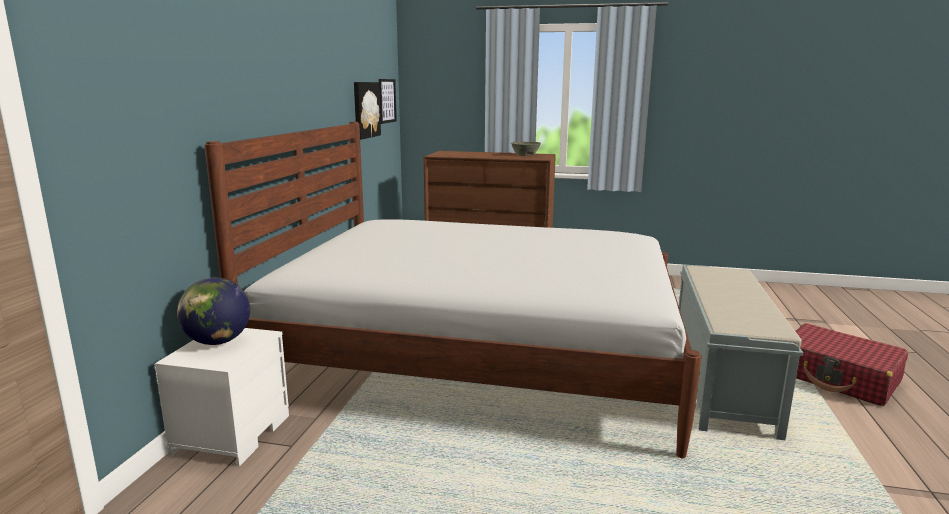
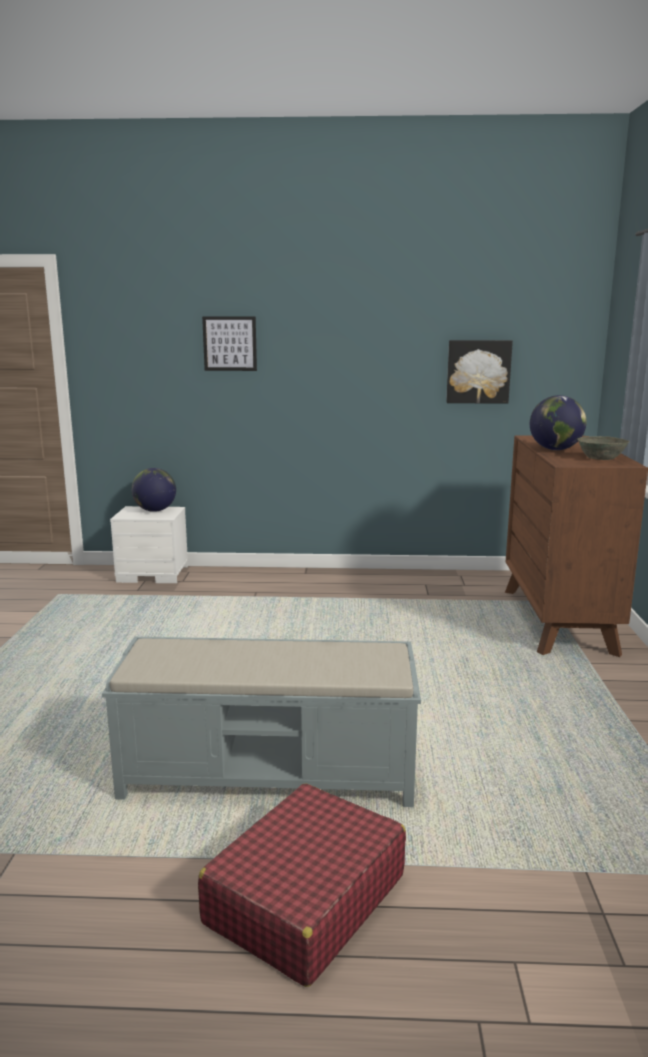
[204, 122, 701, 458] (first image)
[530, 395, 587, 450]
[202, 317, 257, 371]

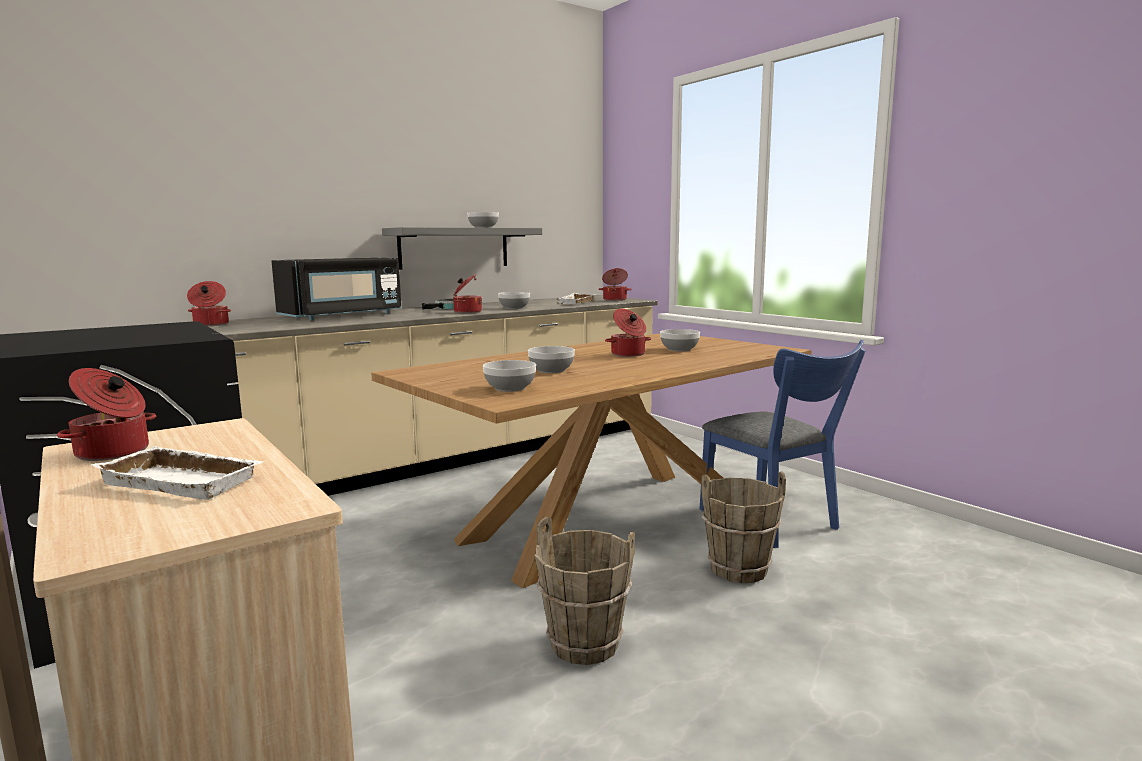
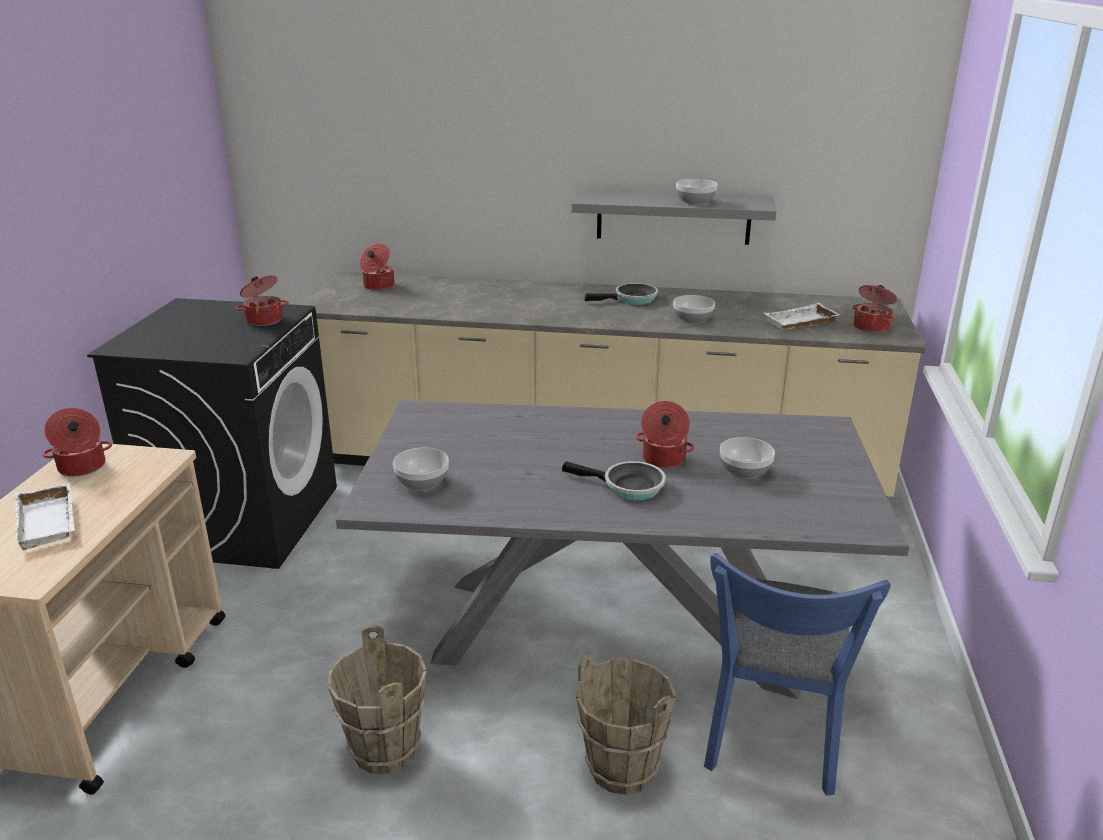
[272, 258, 402, 320] (first image)
[528, 346, 575, 373] (first image)
[562, 461, 666, 501]
[236, 276, 289, 326]
[336, 400, 909, 699]

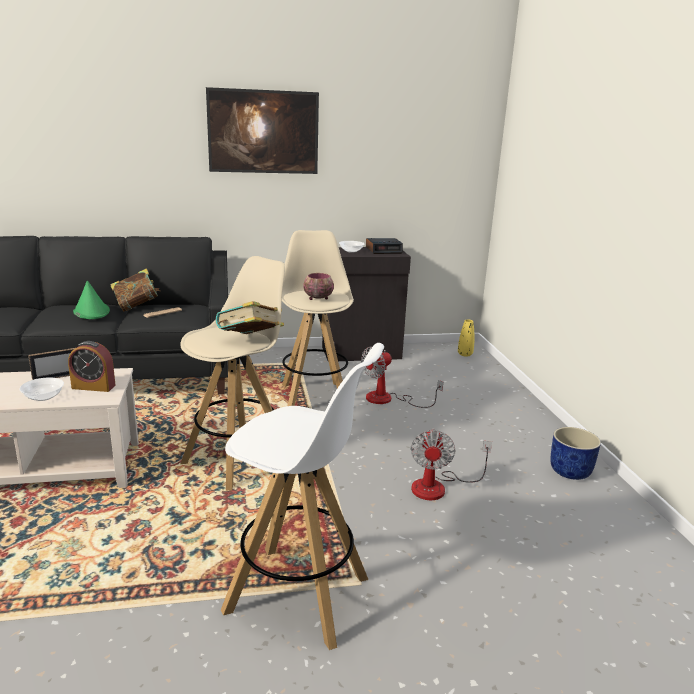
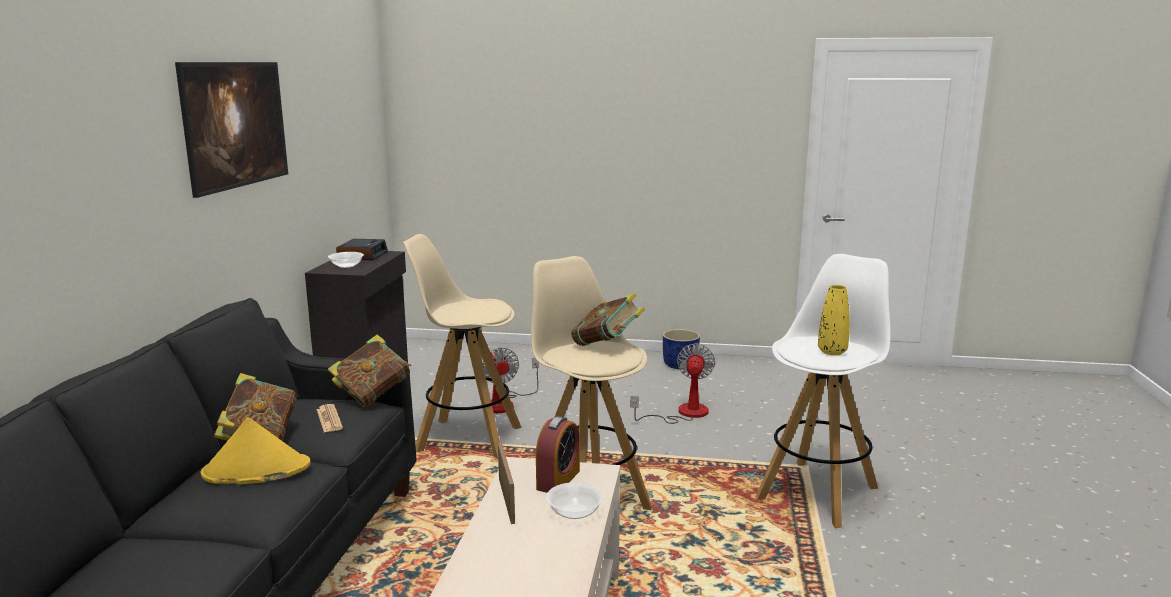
[303, 273, 334, 300] (first image)
[328, 335, 411, 407]
[818, 285, 850, 355]
[201, 417, 311, 484]
[630, 343, 715, 424]

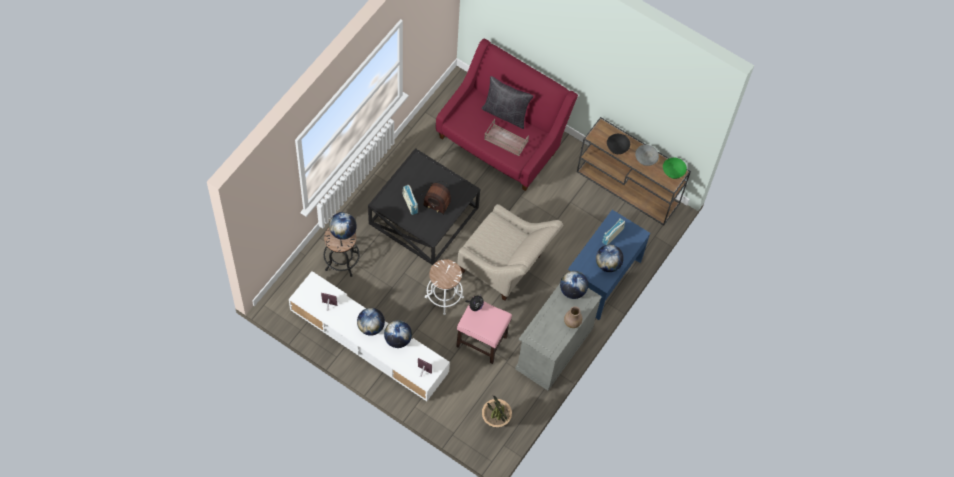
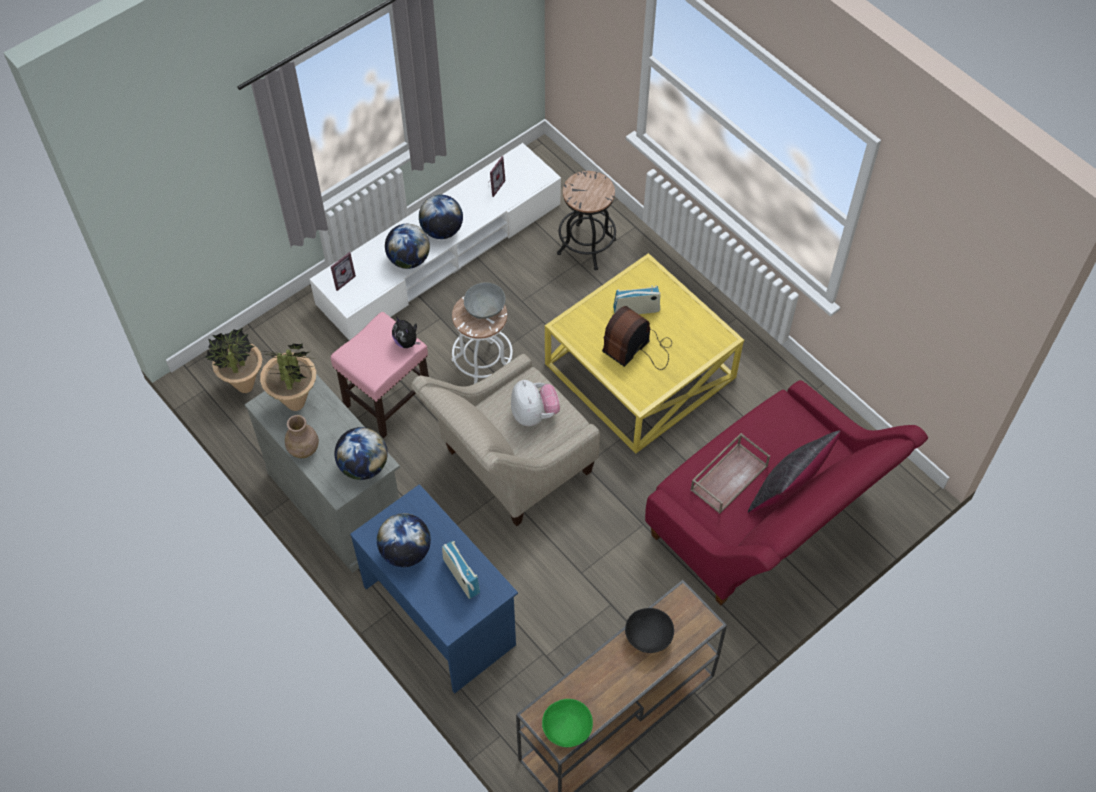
[329, 212, 357, 240] (first image)
[260, 343, 316, 411]
[511, 380, 560, 426]
[464, 282, 506, 319]
[545, 253, 744, 453]

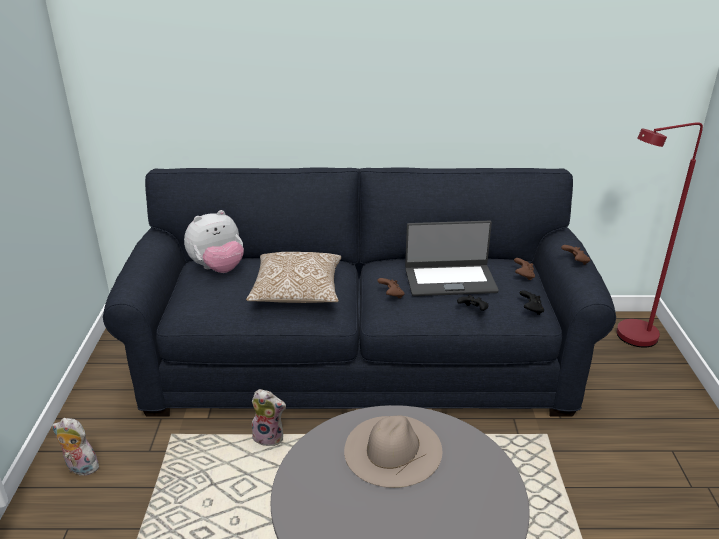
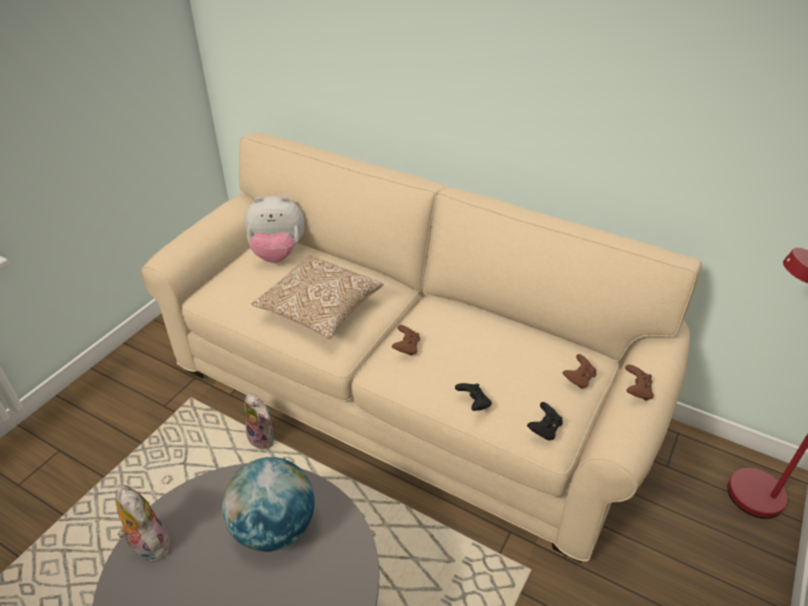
[405, 221, 499, 296] (first image)
[116, 485, 170, 562]
[222, 457, 315, 552]
[141, 132, 702, 563]

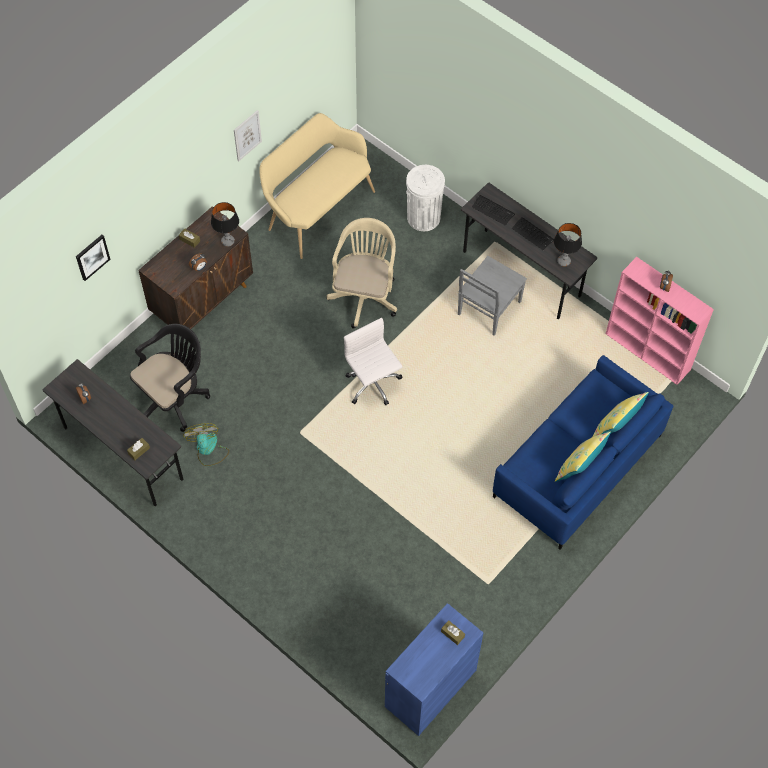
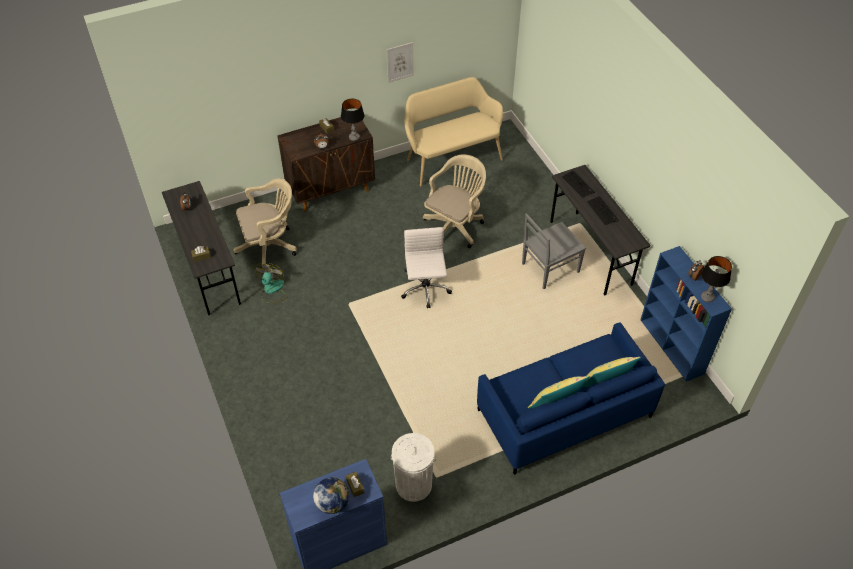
[76, 235, 111, 281] (first image)
[313, 477, 350, 514]
[391, 433, 436, 502]
[701, 256, 732, 302]
[234, 178, 297, 269]
[640, 246, 732, 382]

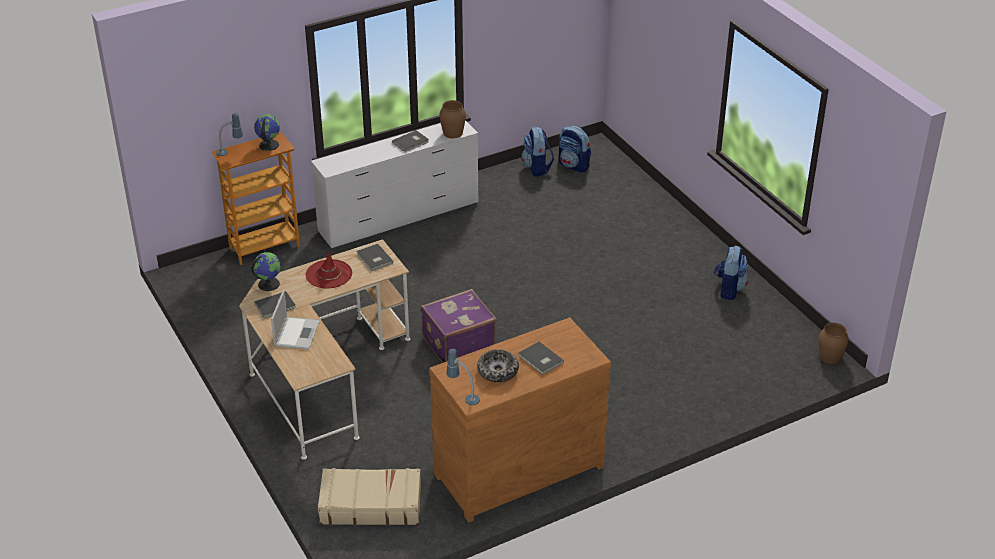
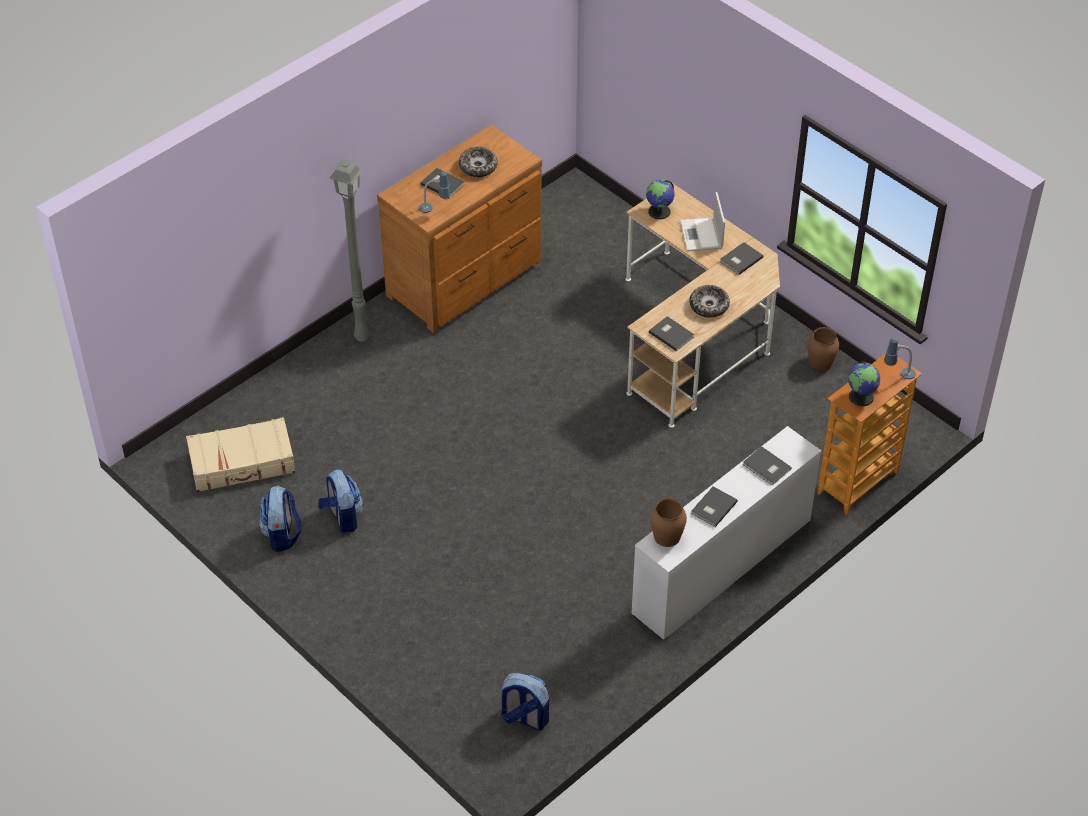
[421, 289, 496, 363] (first image)
[329, 159, 369, 341]
[743, 446, 792, 486]
[646, 179, 675, 219]
[186, 417, 295, 492]
[419, 171, 451, 213]
[318, 470, 363, 533]
[808, 327, 839, 371]
[689, 285, 730, 318]

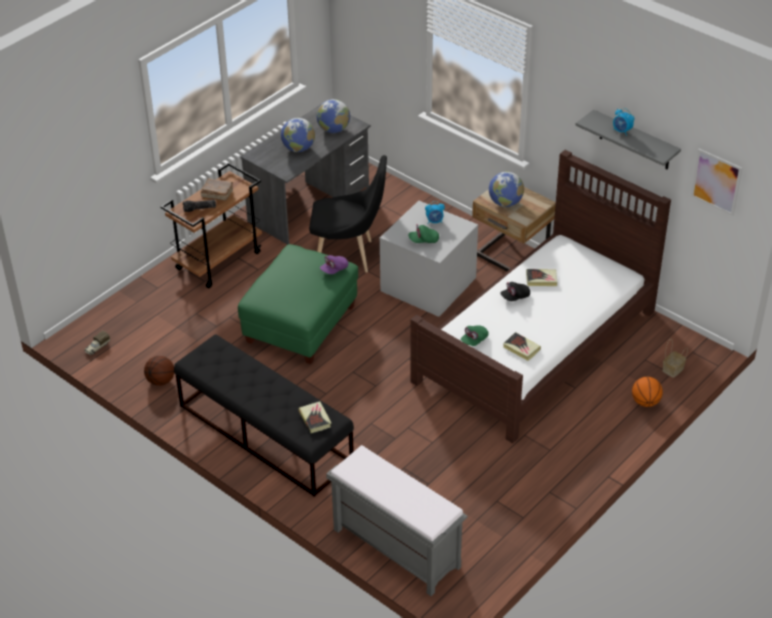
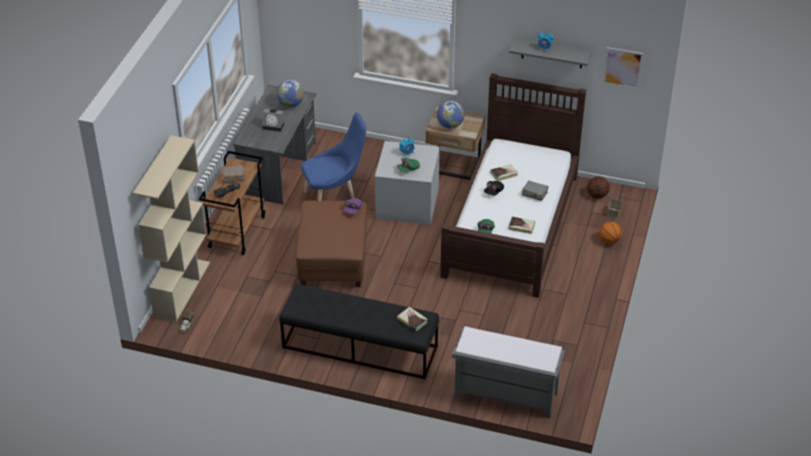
[133, 135, 210, 322]
[522, 181, 549, 201]
[587, 176, 610, 198]
[262, 109, 284, 132]
[296, 200, 367, 287]
[301, 112, 366, 201]

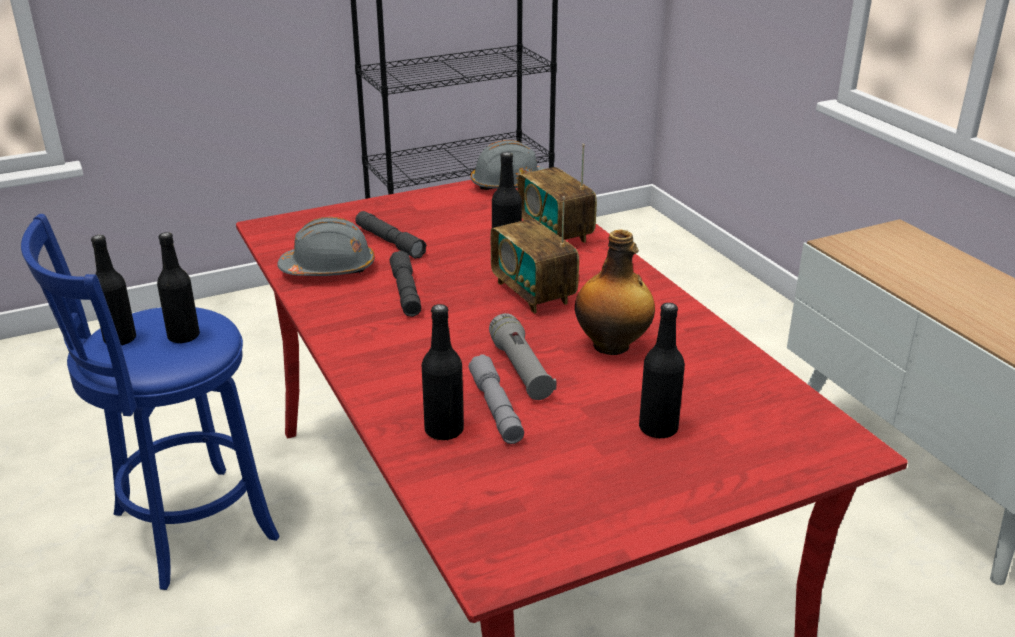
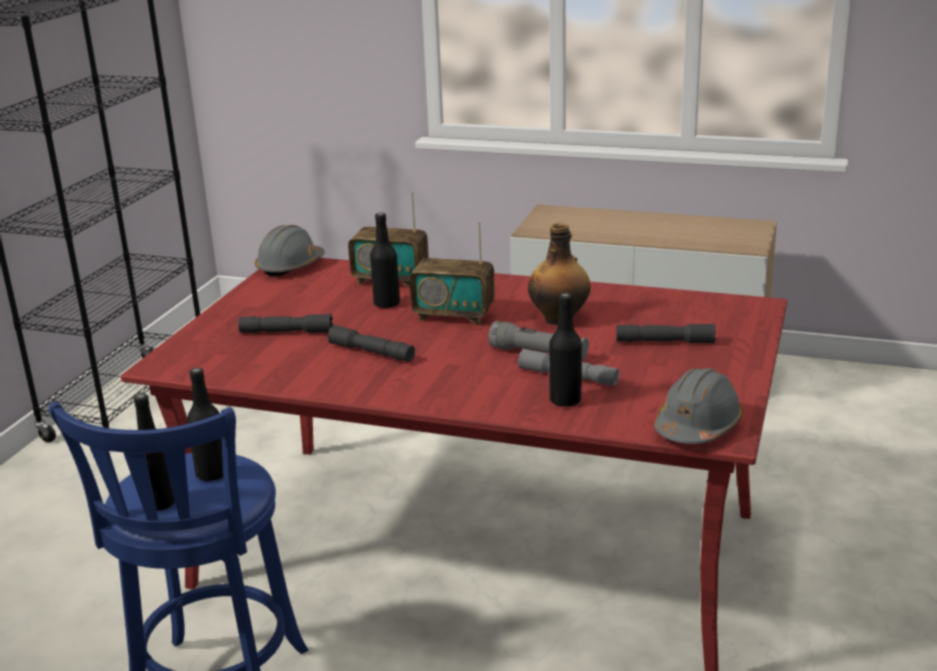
[654, 368, 743, 444]
[616, 324, 716, 344]

